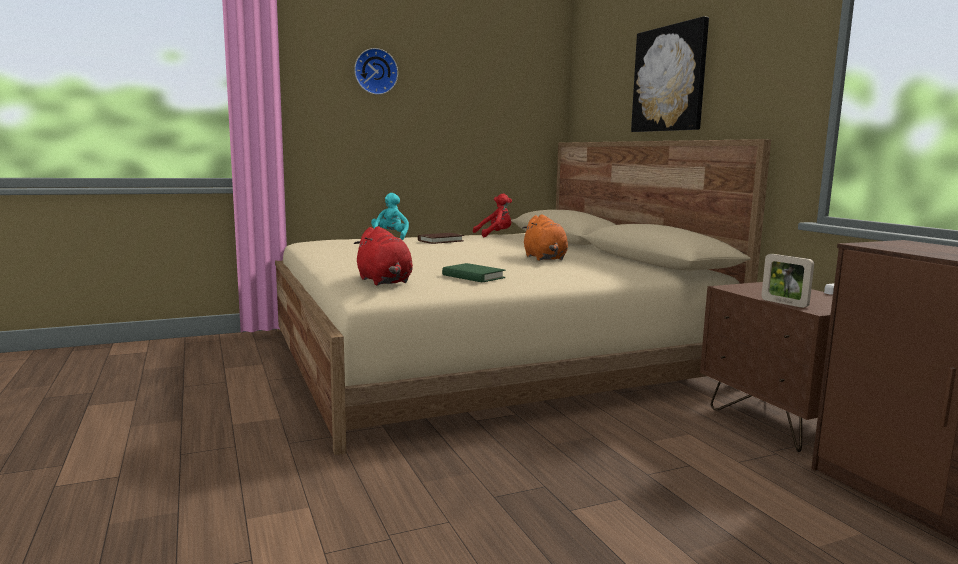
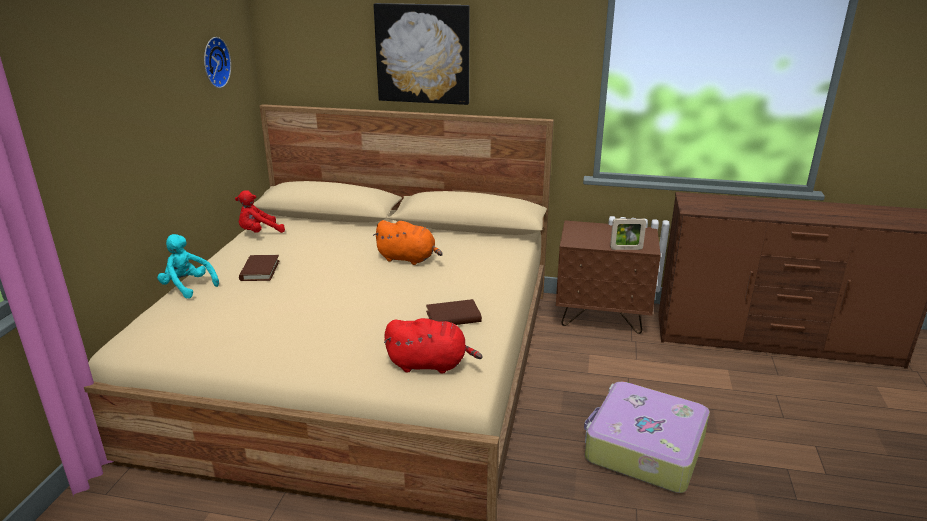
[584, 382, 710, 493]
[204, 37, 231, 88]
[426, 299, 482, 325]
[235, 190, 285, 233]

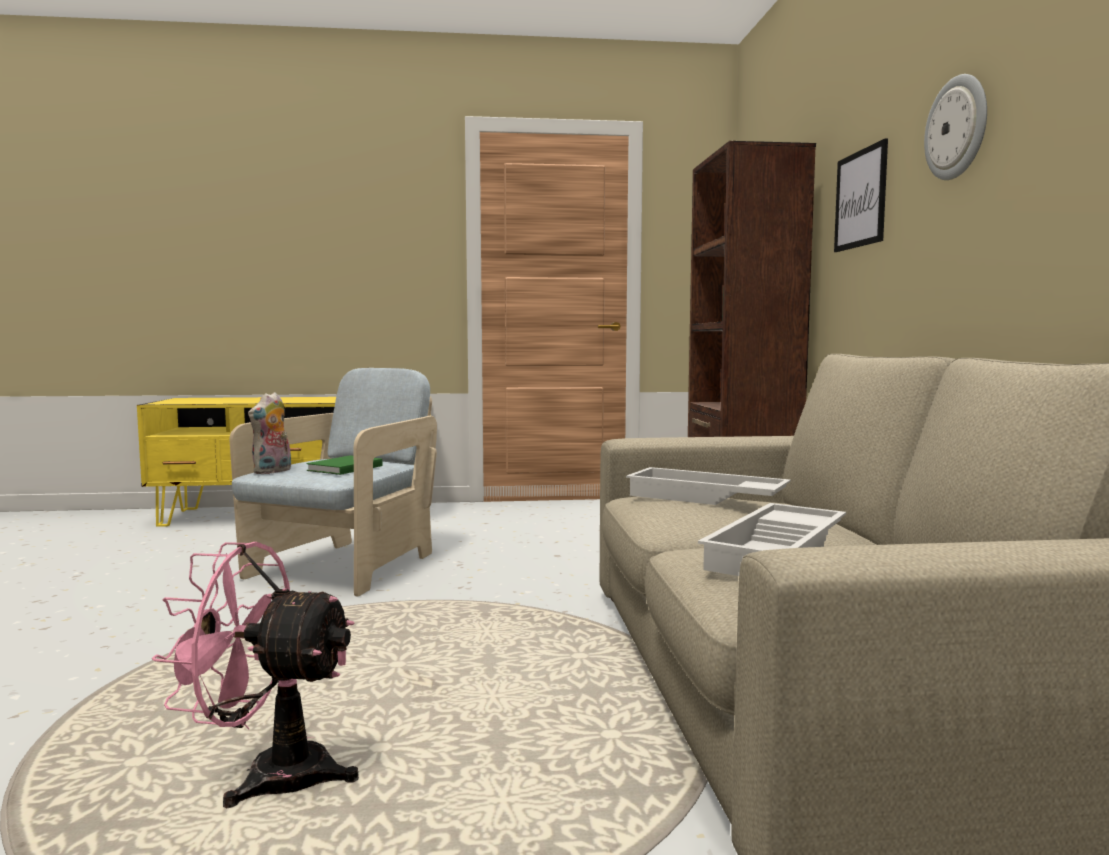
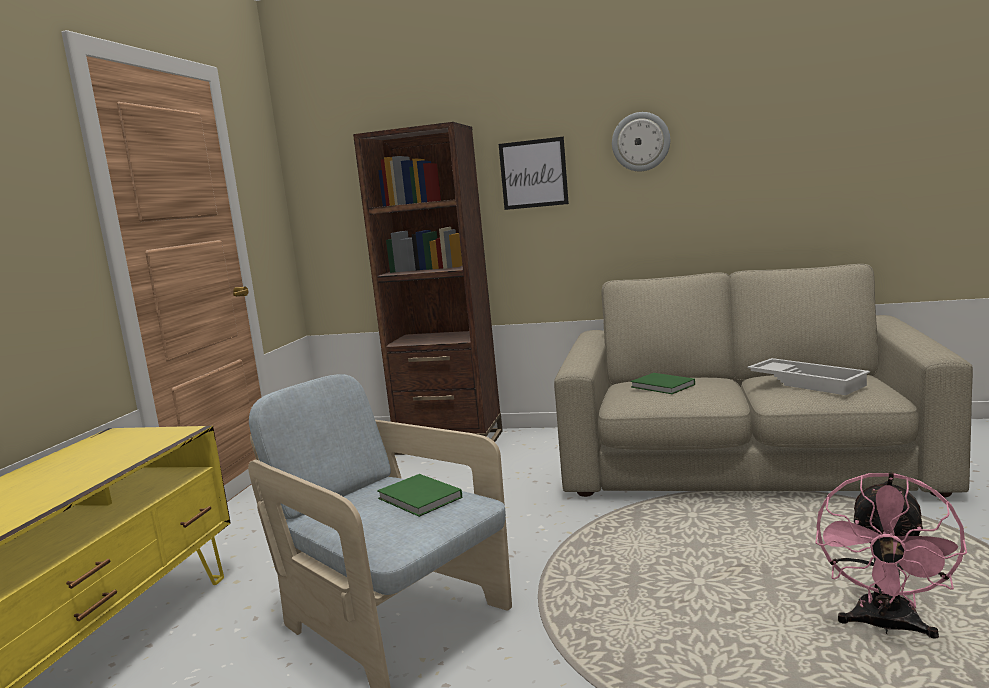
[248, 392, 291, 474] (first image)
[631, 373, 695, 394]

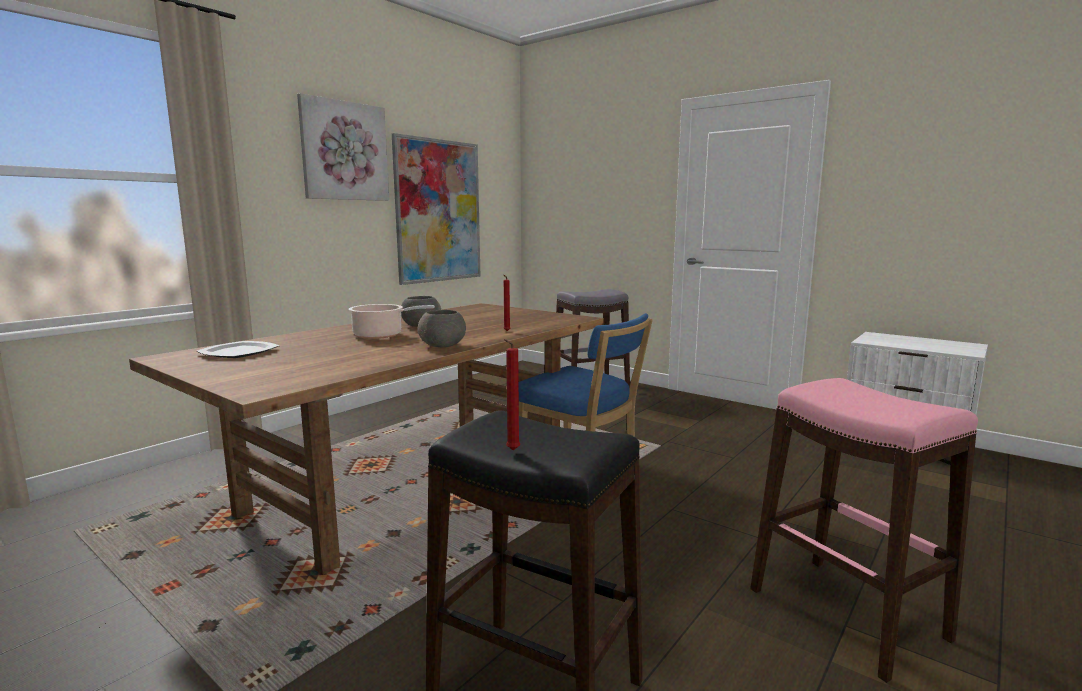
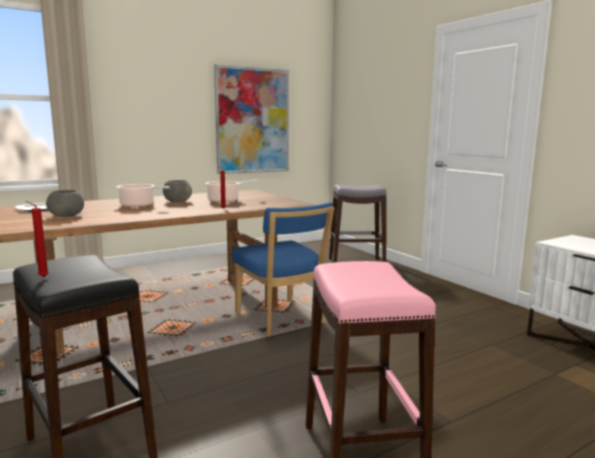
[297, 93, 389, 201] (first image)
[205, 180, 259, 203]
[46, 190, 84, 217]

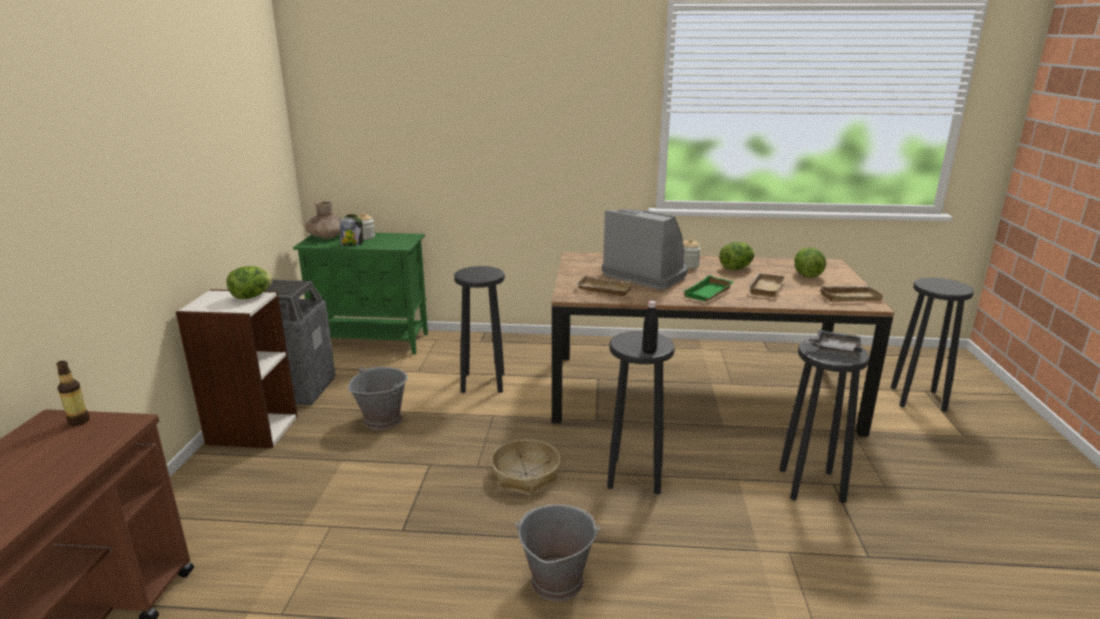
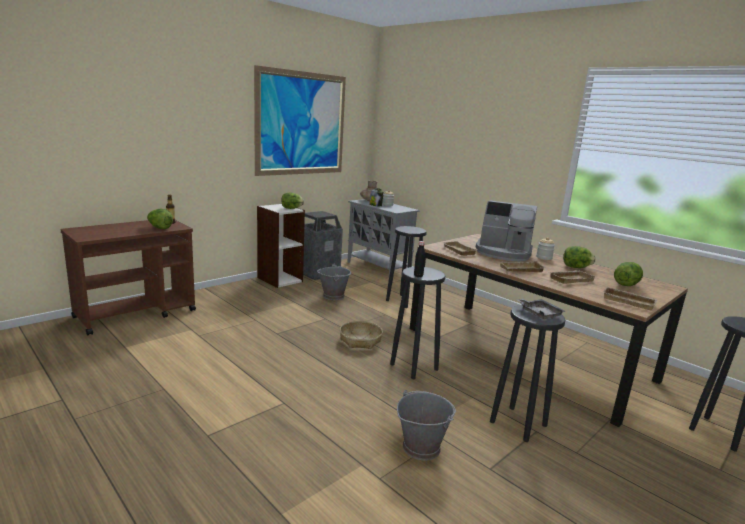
[147, 209, 173, 229]
[254, 65, 346, 176]
[397, 390, 456, 461]
[347, 199, 420, 276]
[499, 261, 546, 272]
[476, 201, 537, 261]

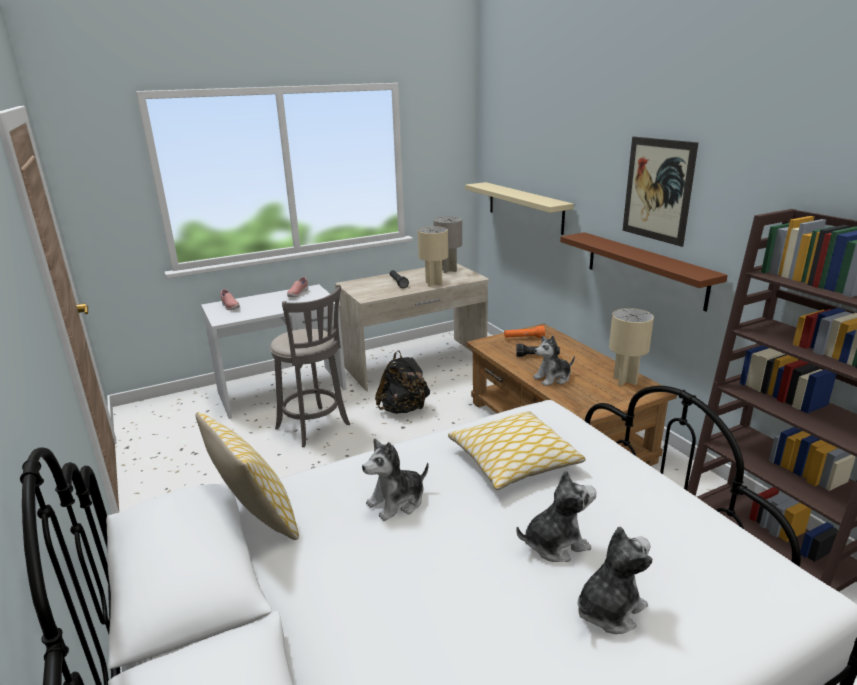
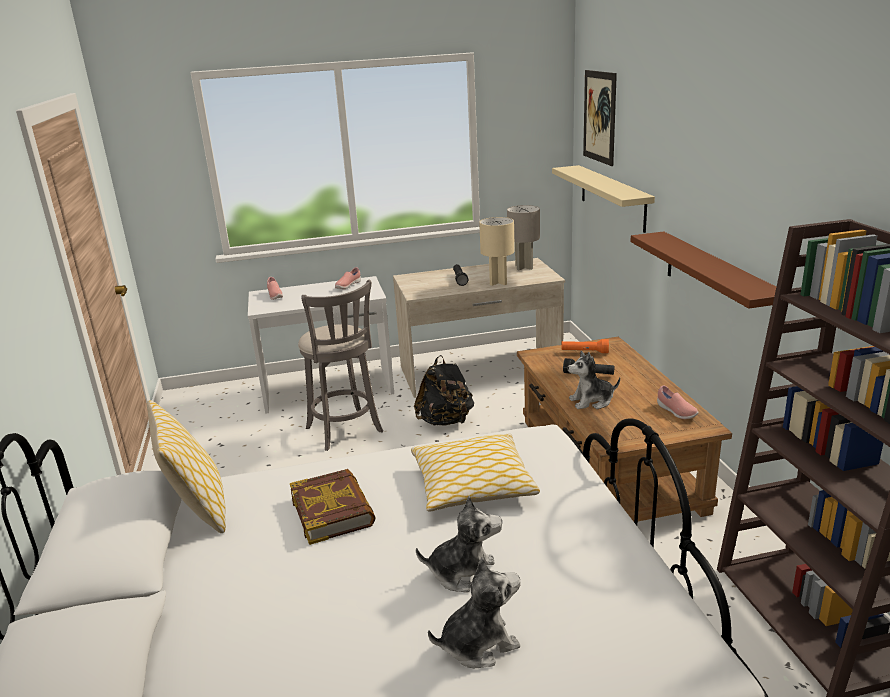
[583, 70, 617, 166]
[290, 469, 376, 545]
[657, 385, 699, 419]

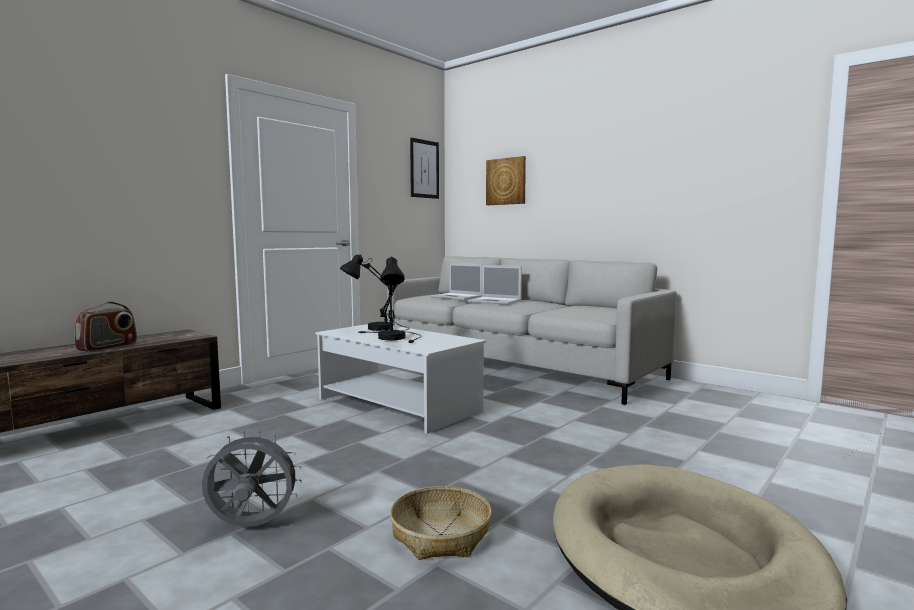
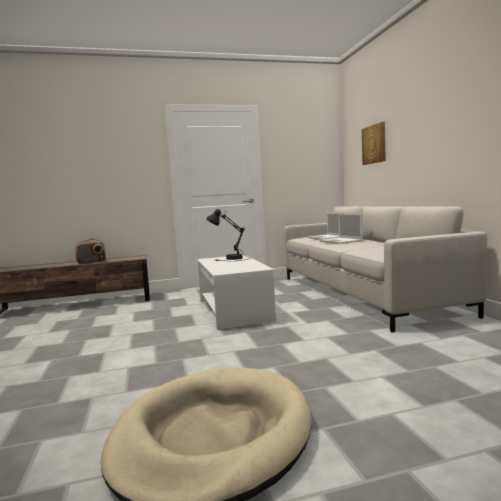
[202, 430, 302, 527] (first image)
[378, 256, 422, 343] (first image)
[390, 486, 492, 560] (first image)
[410, 137, 439, 199] (first image)

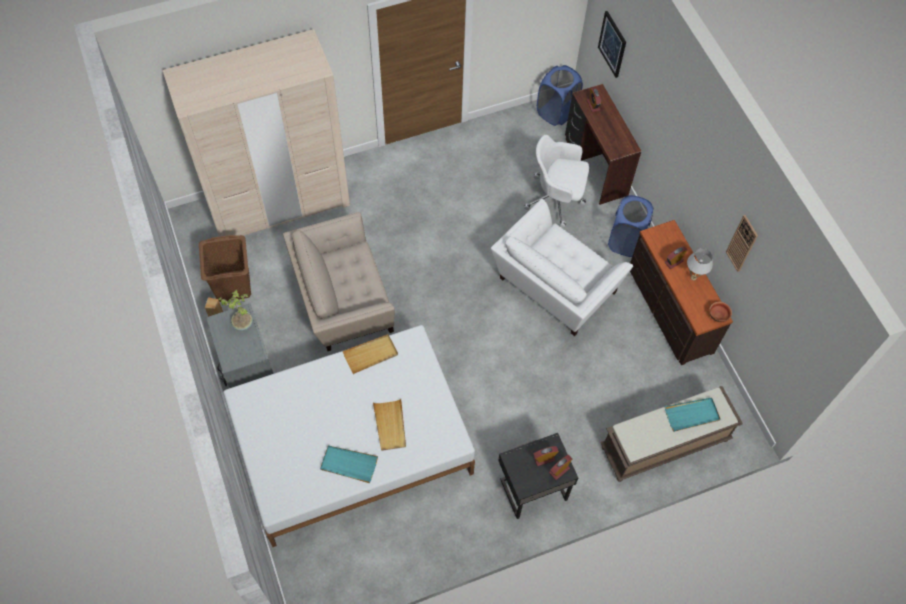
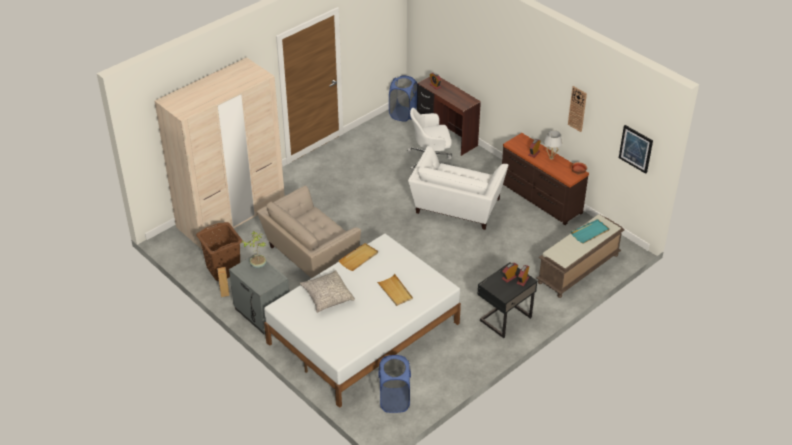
[320, 445, 378, 483] (first image)
[299, 270, 355, 313]
[619, 125, 653, 174]
[378, 355, 411, 413]

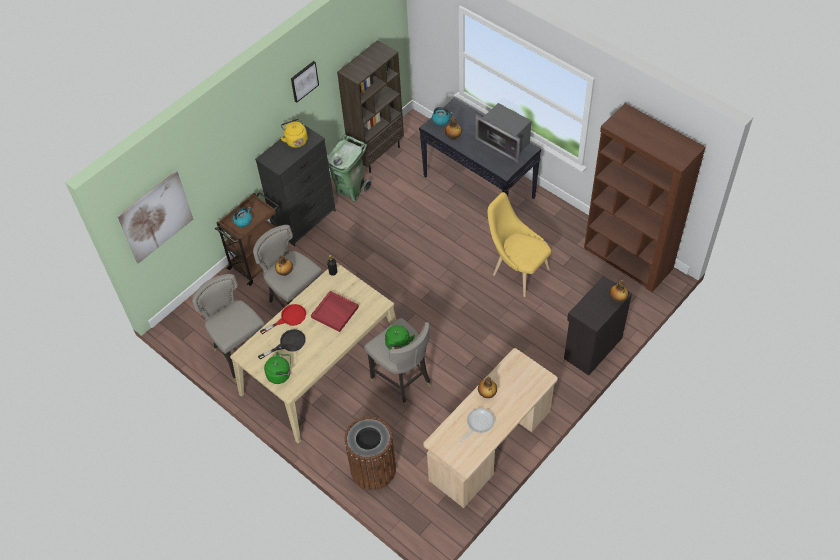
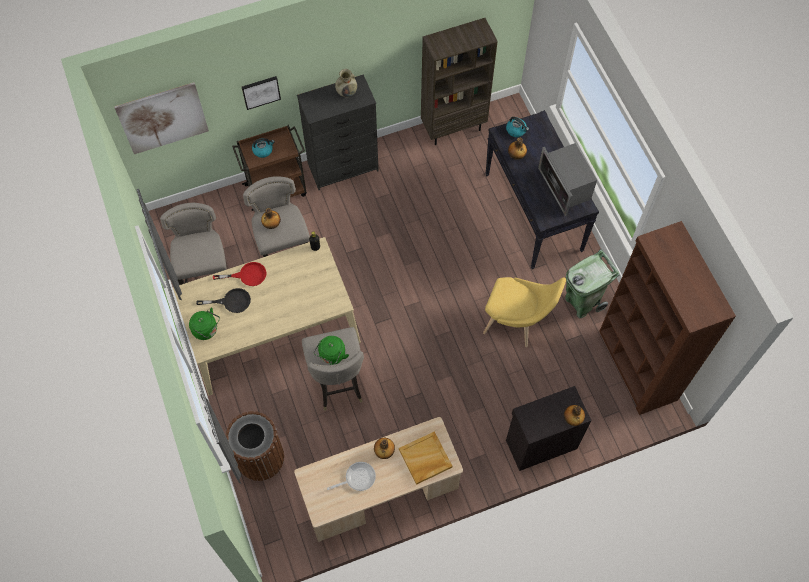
[311, 291, 359, 332] (first image)
[399, 432, 452, 485]
[242, 76, 281, 110]
[565, 249, 620, 318]
[335, 69, 357, 97]
[483, 277, 566, 347]

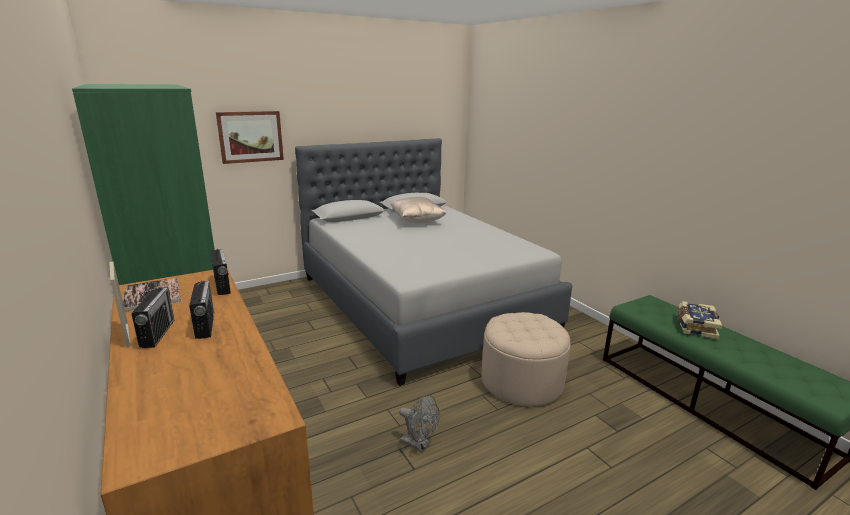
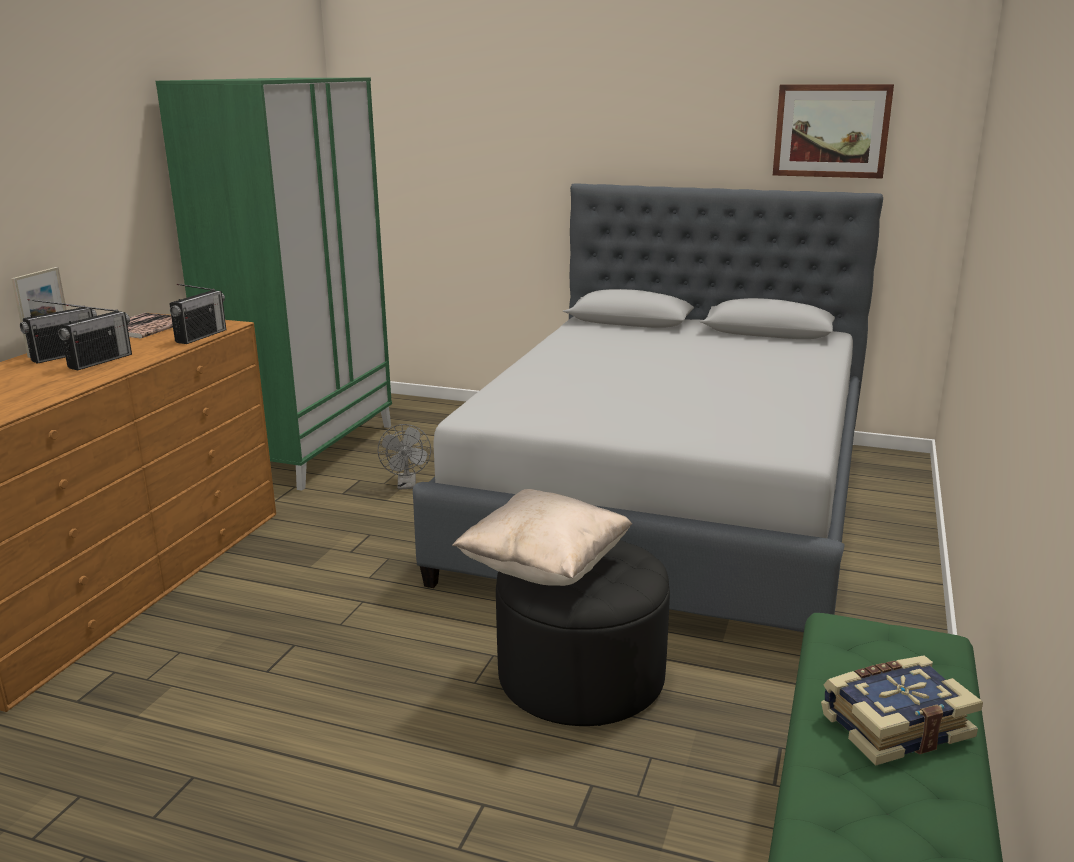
[773, 84, 894, 179]
[452, 489, 632, 586]
[378, 424, 431, 490]
[496, 540, 670, 726]

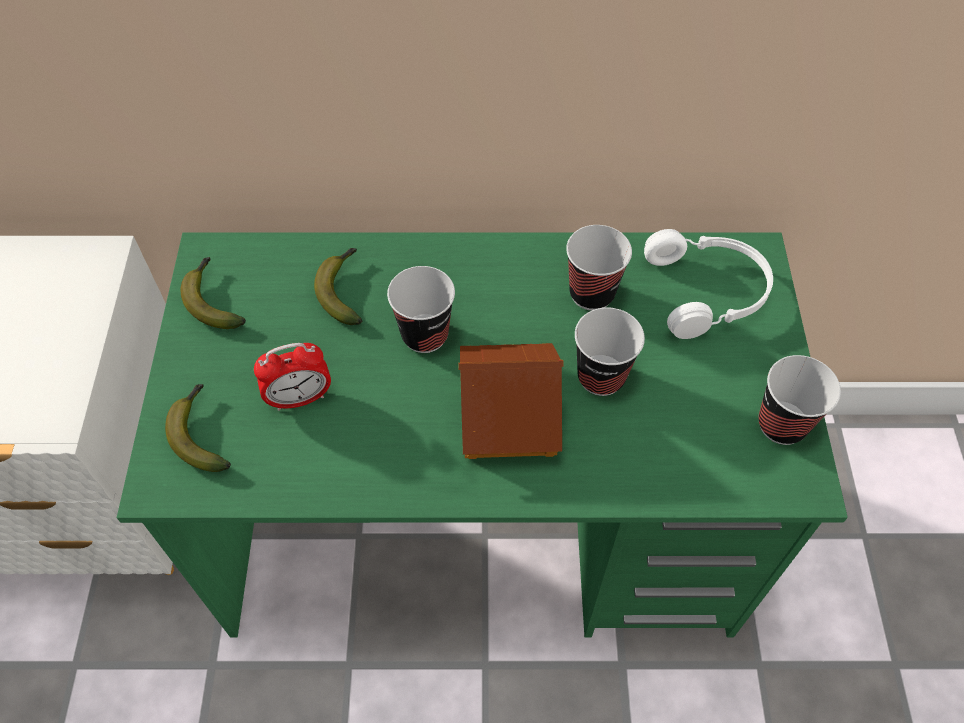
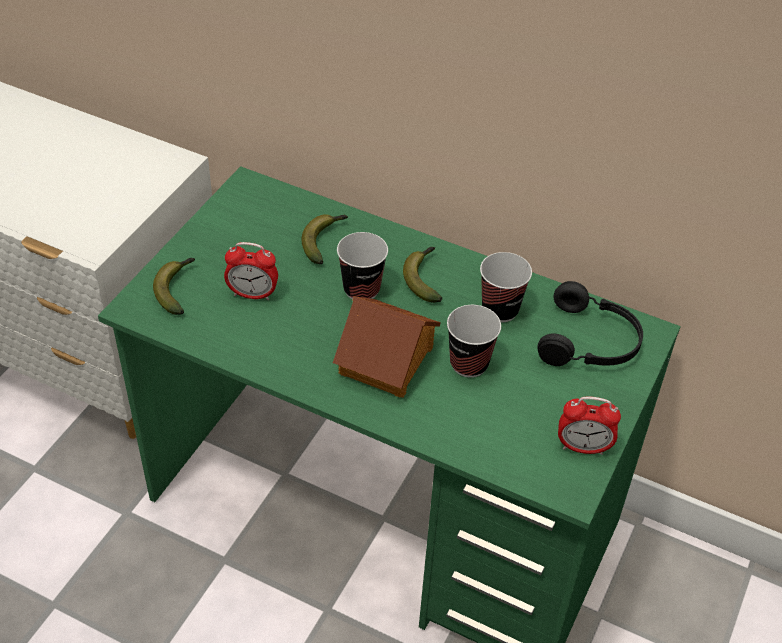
[403, 247, 442, 303]
[558, 396, 621, 455]
[538, 281, 643, 366]

